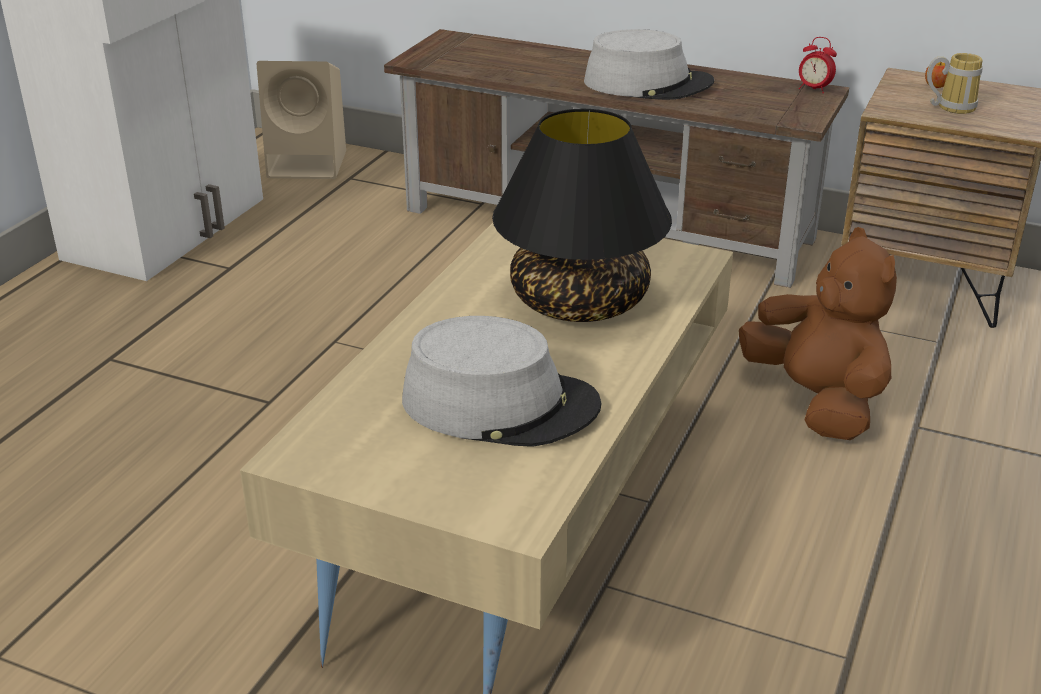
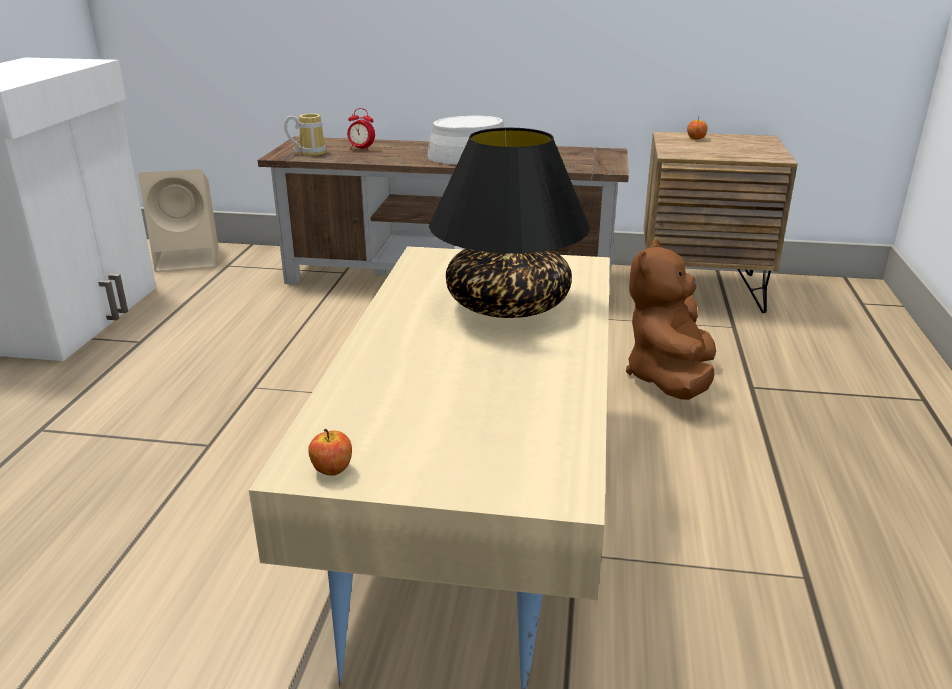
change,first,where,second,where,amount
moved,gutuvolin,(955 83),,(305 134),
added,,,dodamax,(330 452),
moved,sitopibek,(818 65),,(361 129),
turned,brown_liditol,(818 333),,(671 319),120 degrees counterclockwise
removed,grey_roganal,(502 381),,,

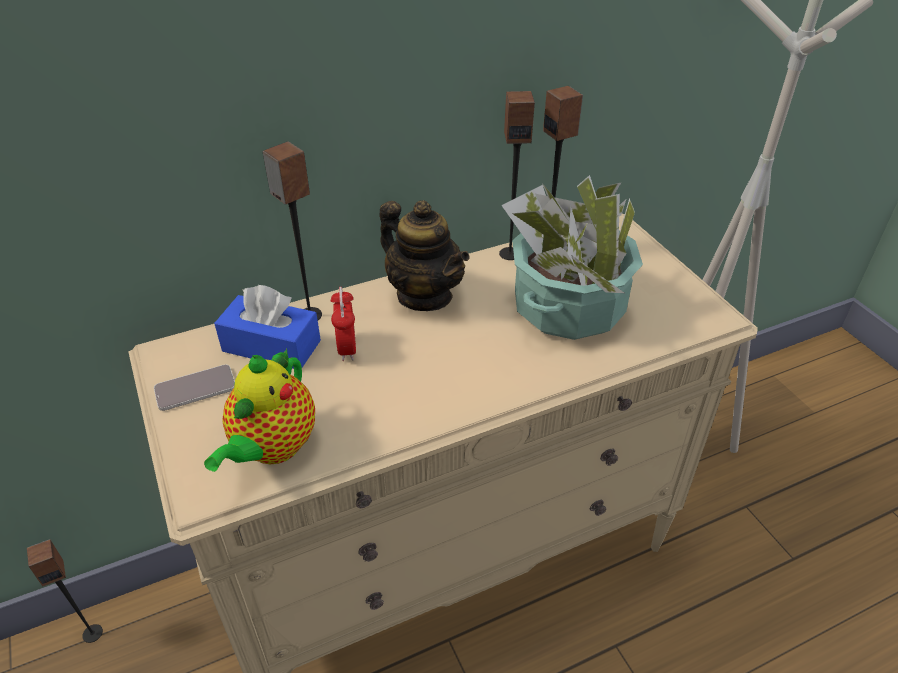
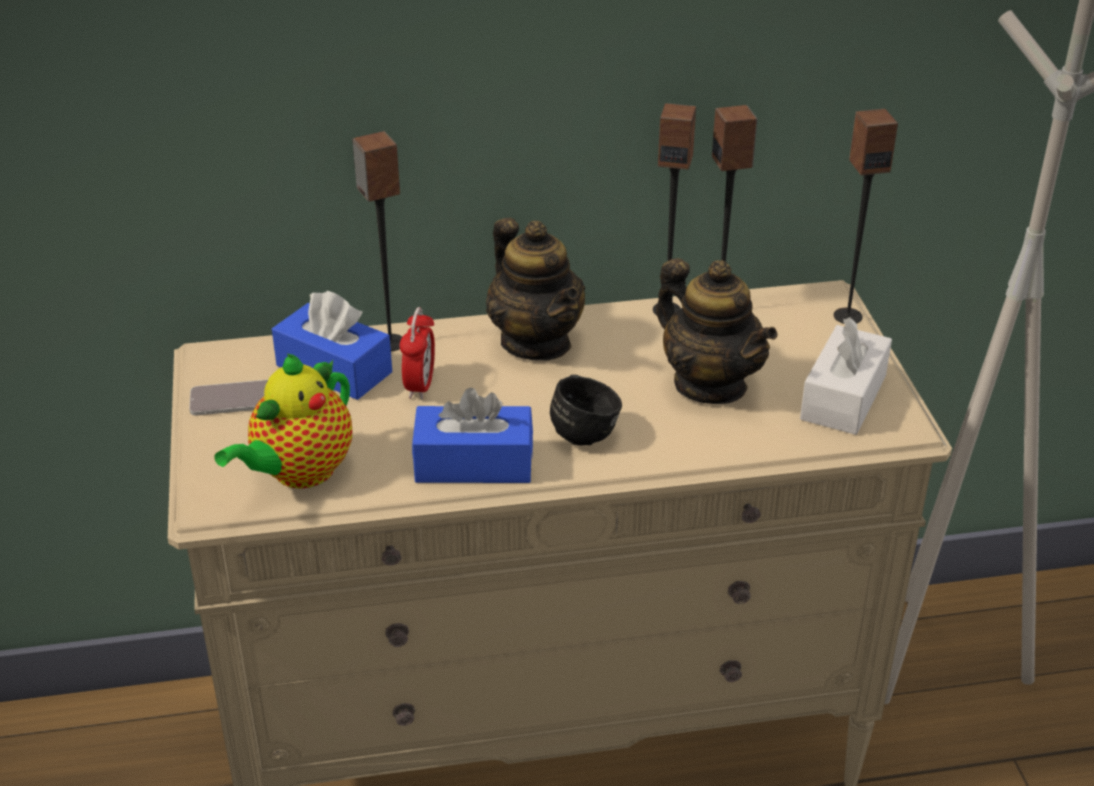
change,first,where,second,where,amount
added,,,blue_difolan,(472 435),
added,,,black_gutuvolin,(586 410),
replaced,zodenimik,(572 257),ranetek,(717 331),
added,,,white_difolan,(846 376),
moved,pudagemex,(65 591),,(866 216),

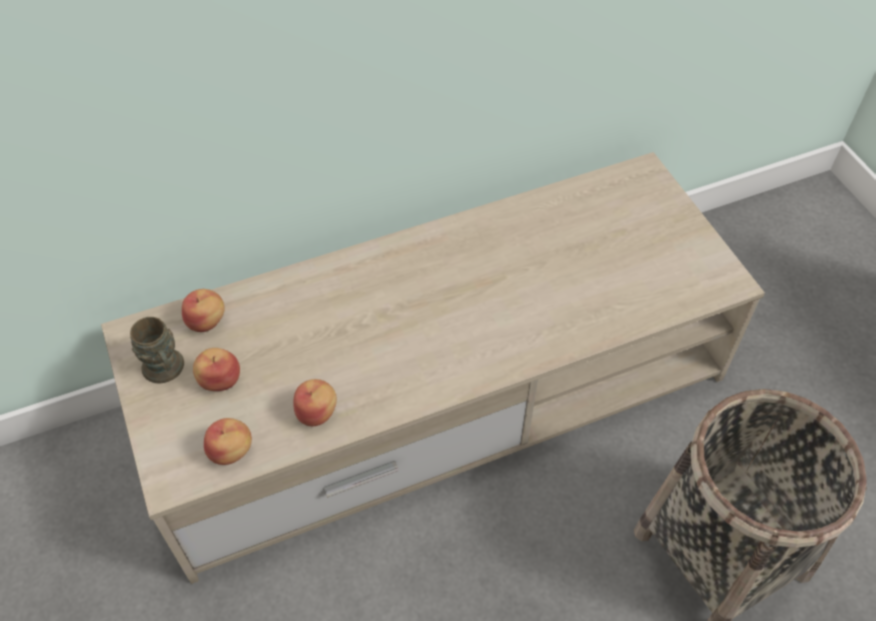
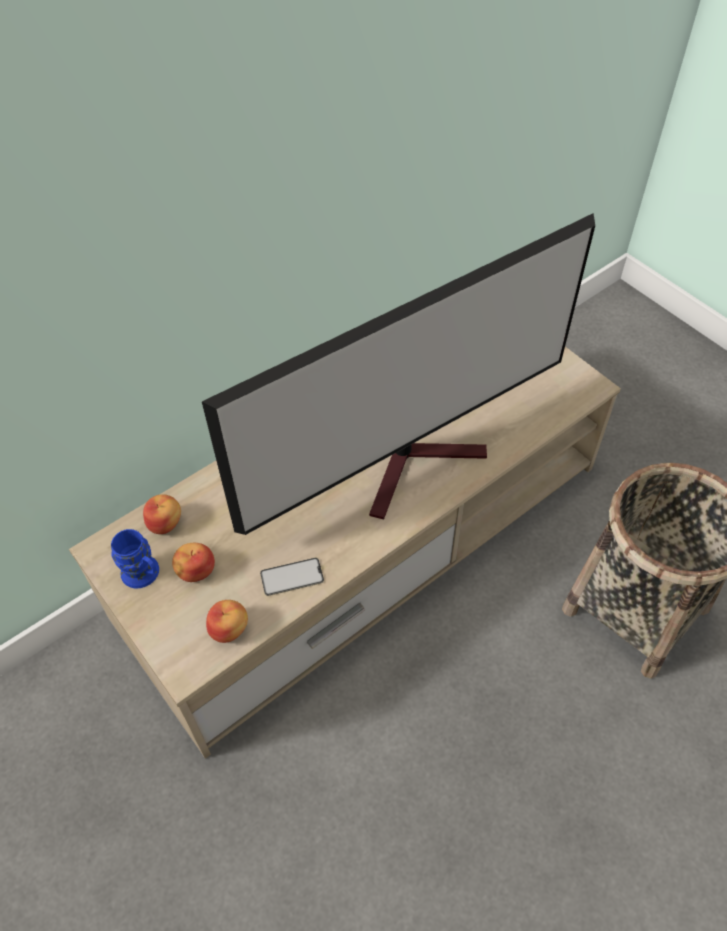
change,first,where,second,where,amount
recoloured,brown_gutuvolin,(157 350),blue_gutuvolin,(135 558),
added,,,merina,(398 374),
replaced,dodamax,(315 402),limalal,(292 577),

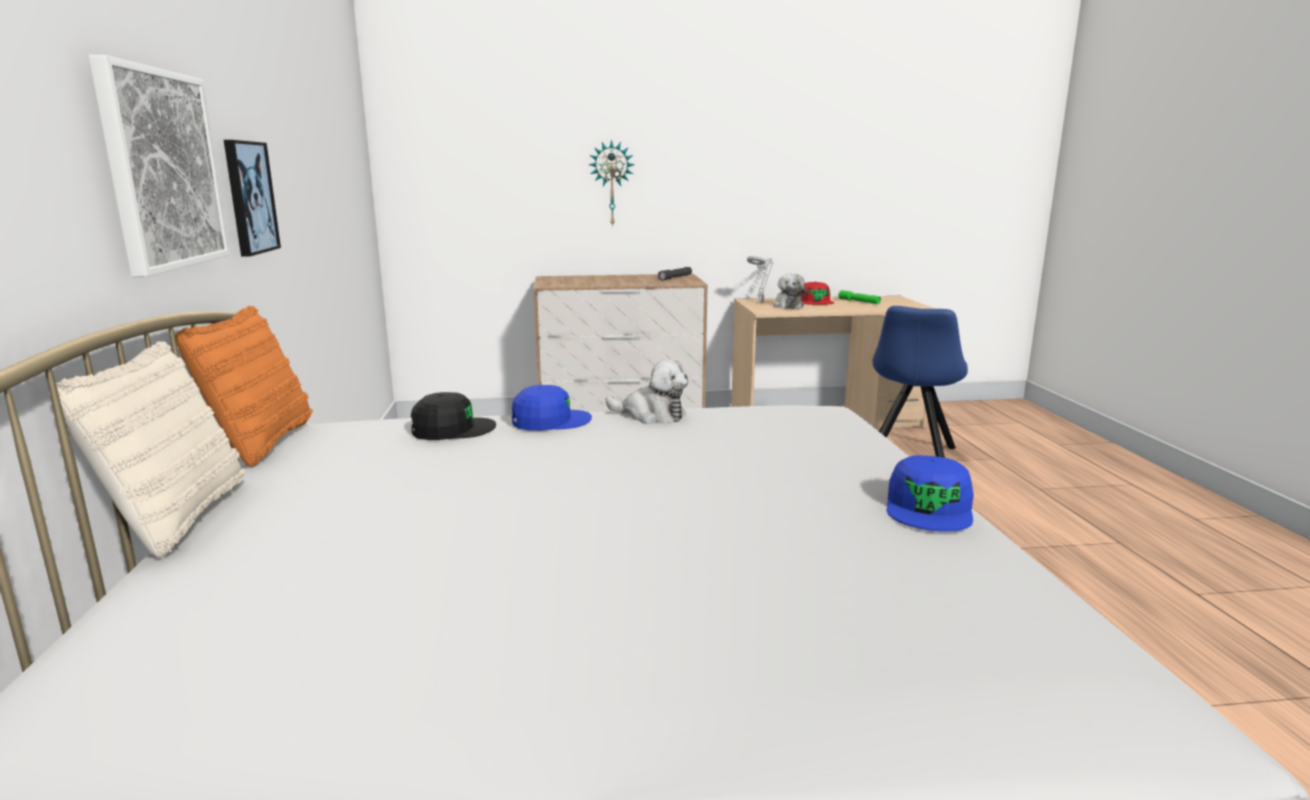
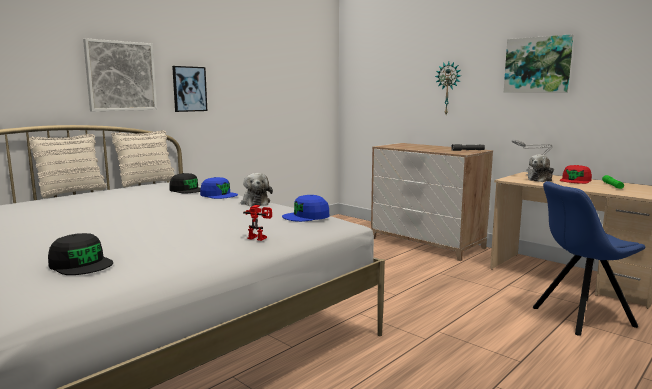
change,first,where,second,where,amount
added,,,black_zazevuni,(80 254),
recoloured,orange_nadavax,(244 386),beige_nadavax,(143 158),
added,,,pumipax,(257 223),
moved,blue_zazevuni,(930 493),,(305 208),
added,,,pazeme,(538 63),

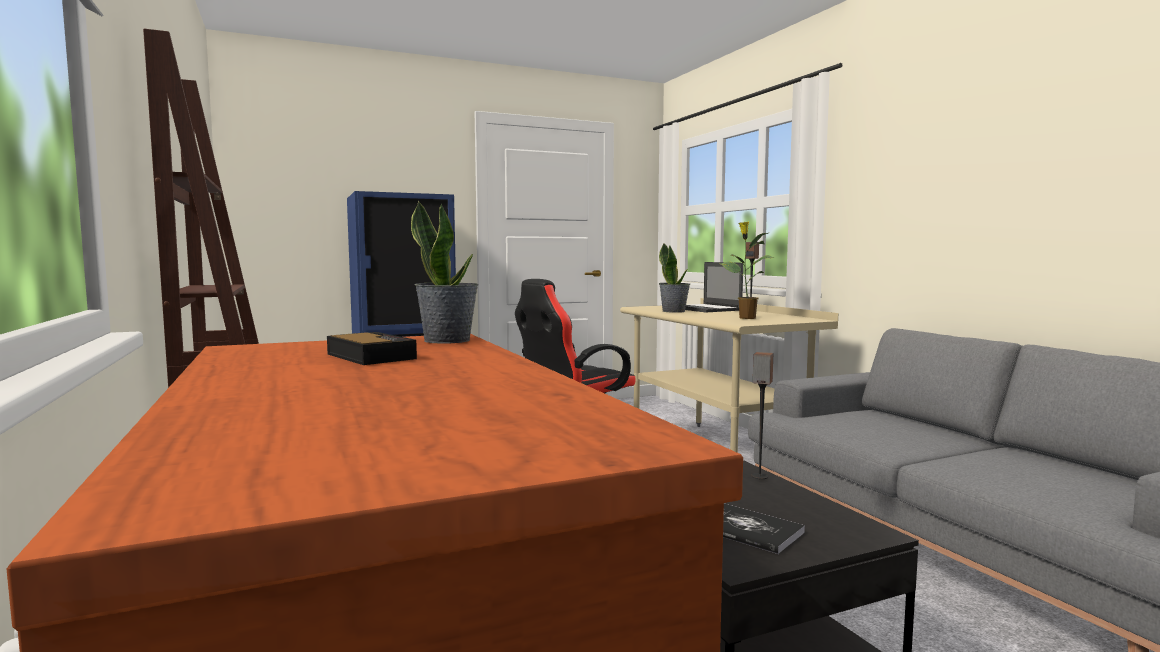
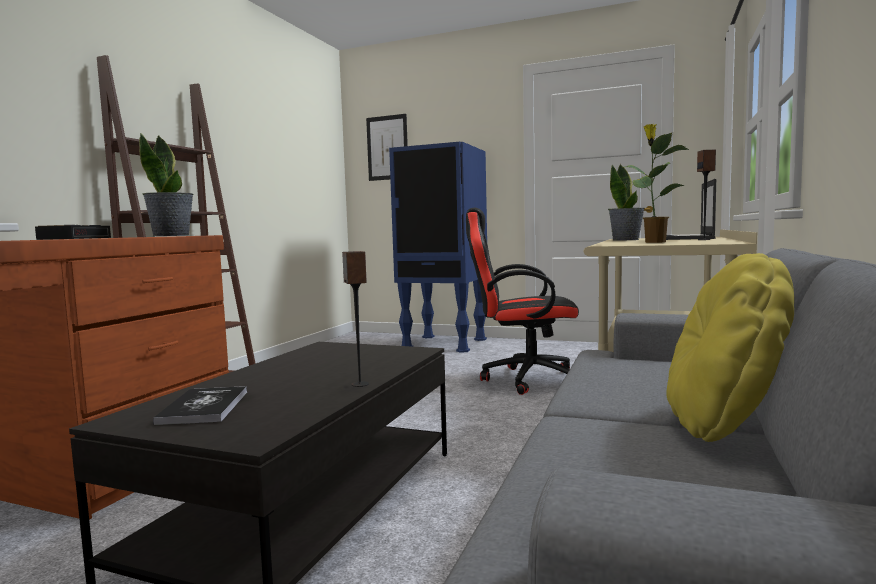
change,first,where,second,where,amount
added,,,pazeme,(387 147),
added,,,yellow_nadavax,(730 347),

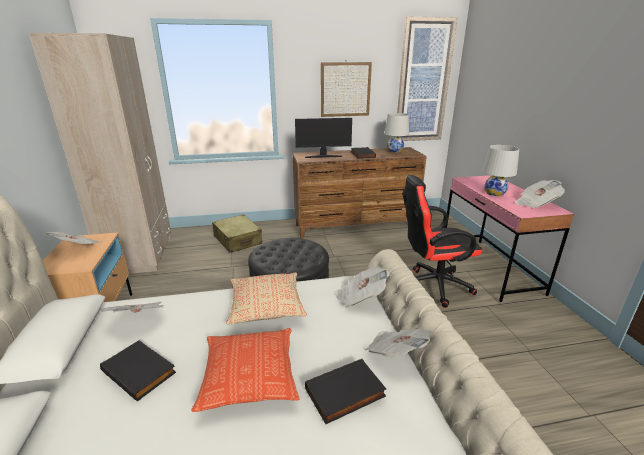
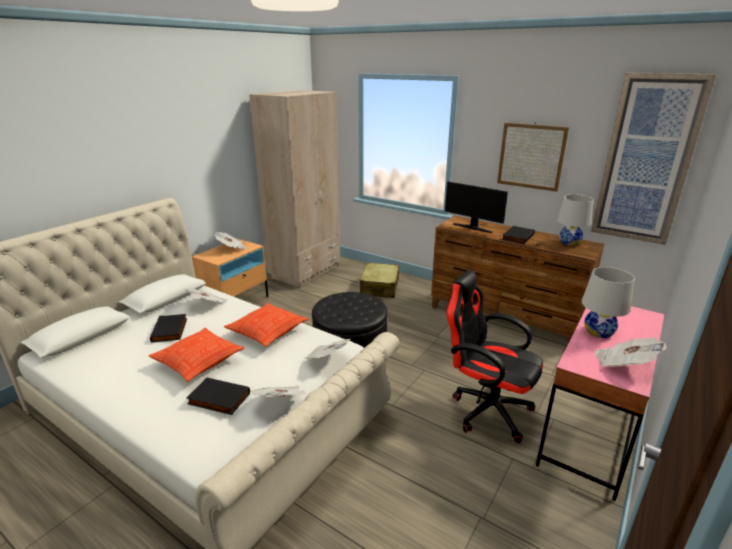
change,first,where,second,where,amount
recoloured,beige_nadavax,(266 298),orange_nadavax,(266 325),

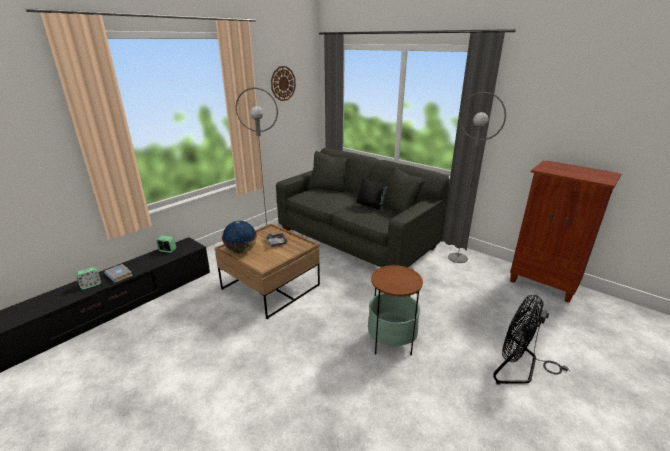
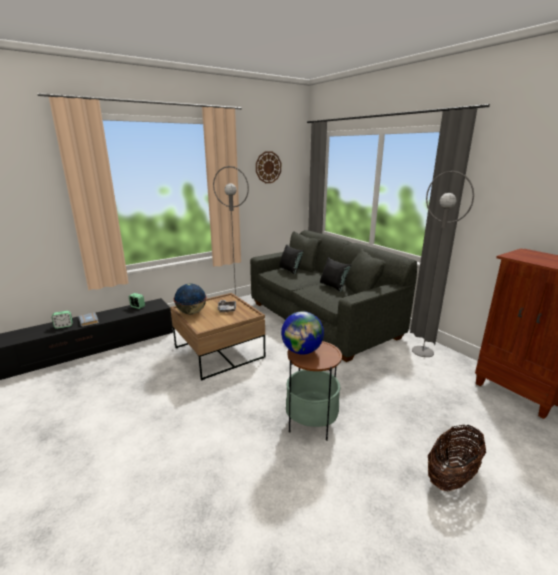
change,first,where,second,where,amount
added,,,black_nadavax,(291 259),
added,,,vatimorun,(302 332),
replaced,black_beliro,(531 340),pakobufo,(457 457),

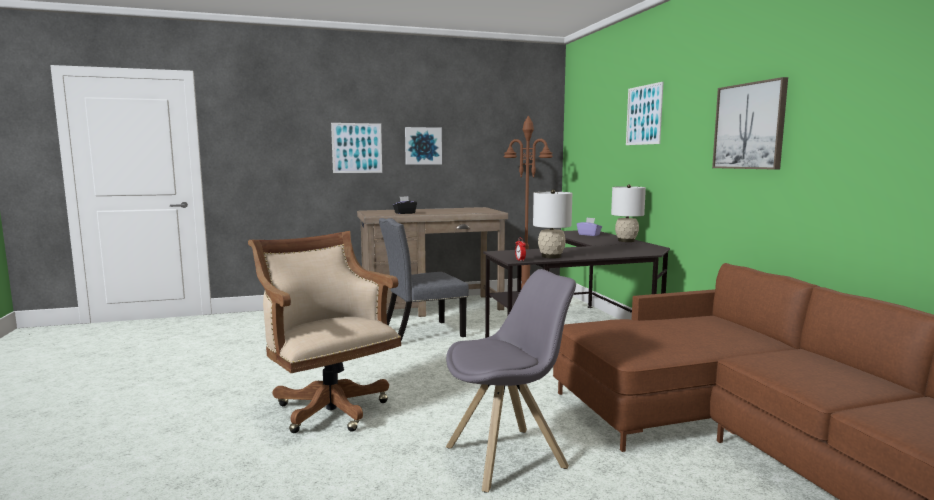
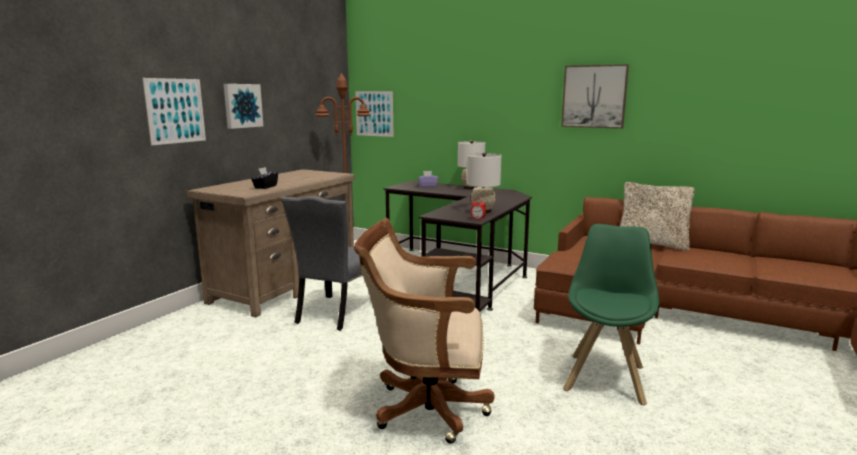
change,first,where,second,where,amount
moved,pazeme,(644 113),,(374 114),
recoloured,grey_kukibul,(511 381),green_kukibul,(611 314),
added,,,beige_nadavax,(657 216),

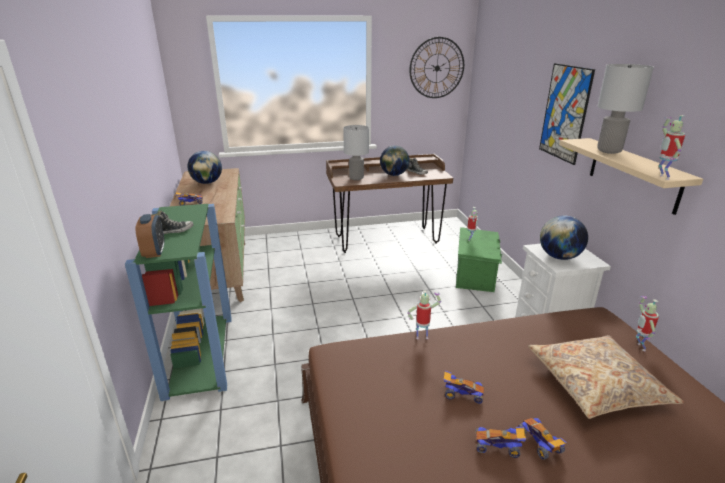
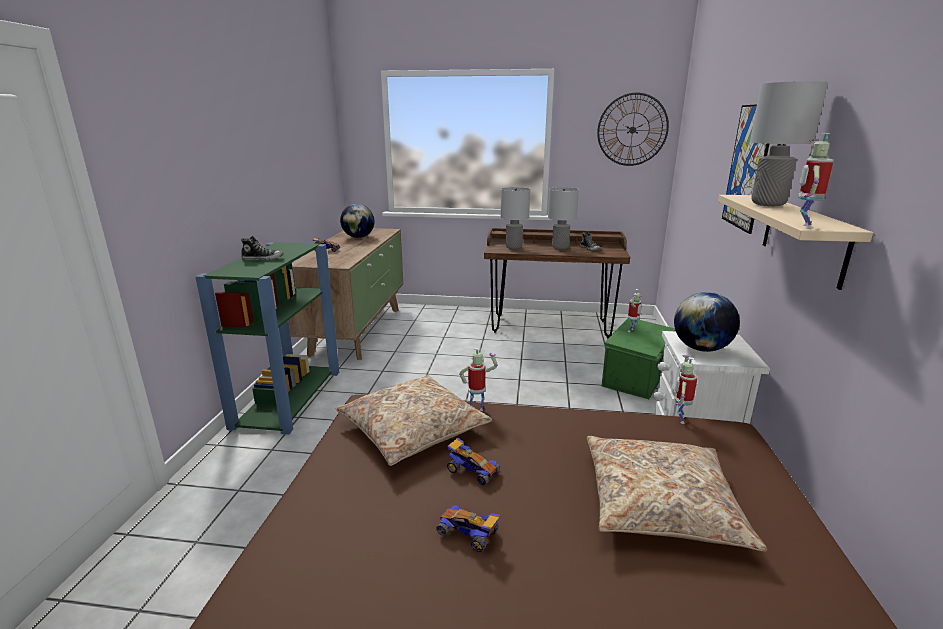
change,first,where,second,where,amount
added,,,beige_nadavax,(413 420),
replaced,vatimorun,(395 160),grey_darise,(563 218),
moved,pumipax,(647 323),,(685 389),
removed,sitopibek,(150 236),,,
removed,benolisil,(542 439),,,

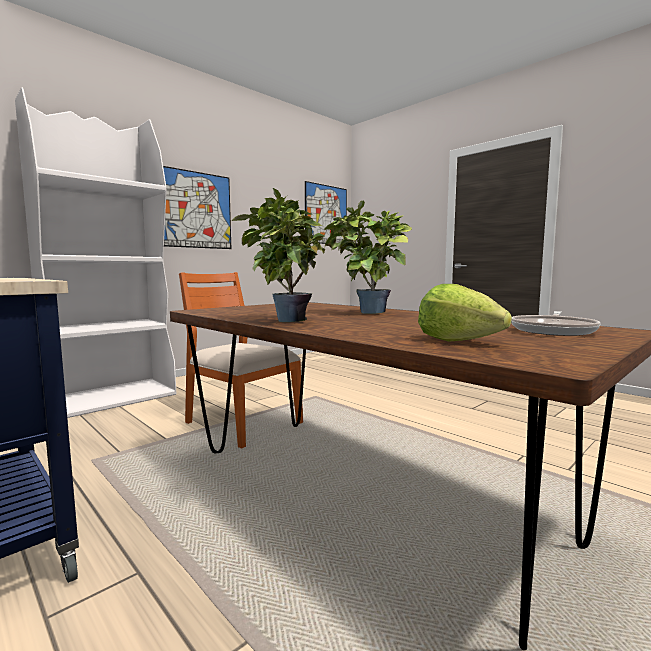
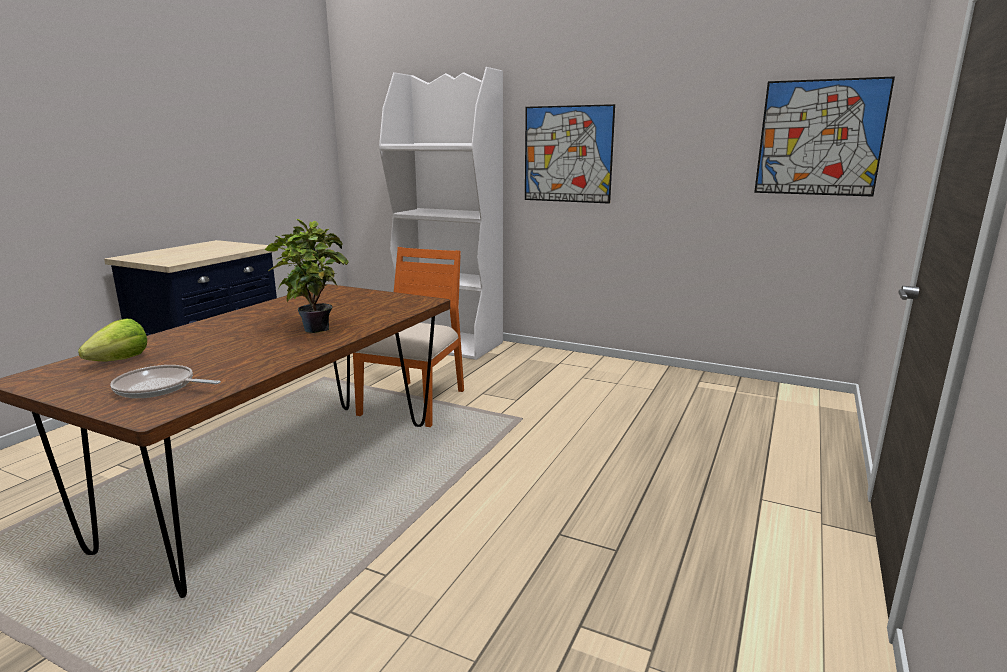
change,first,where,second,where,amount
removed,zodenimik,(278 255),,,

